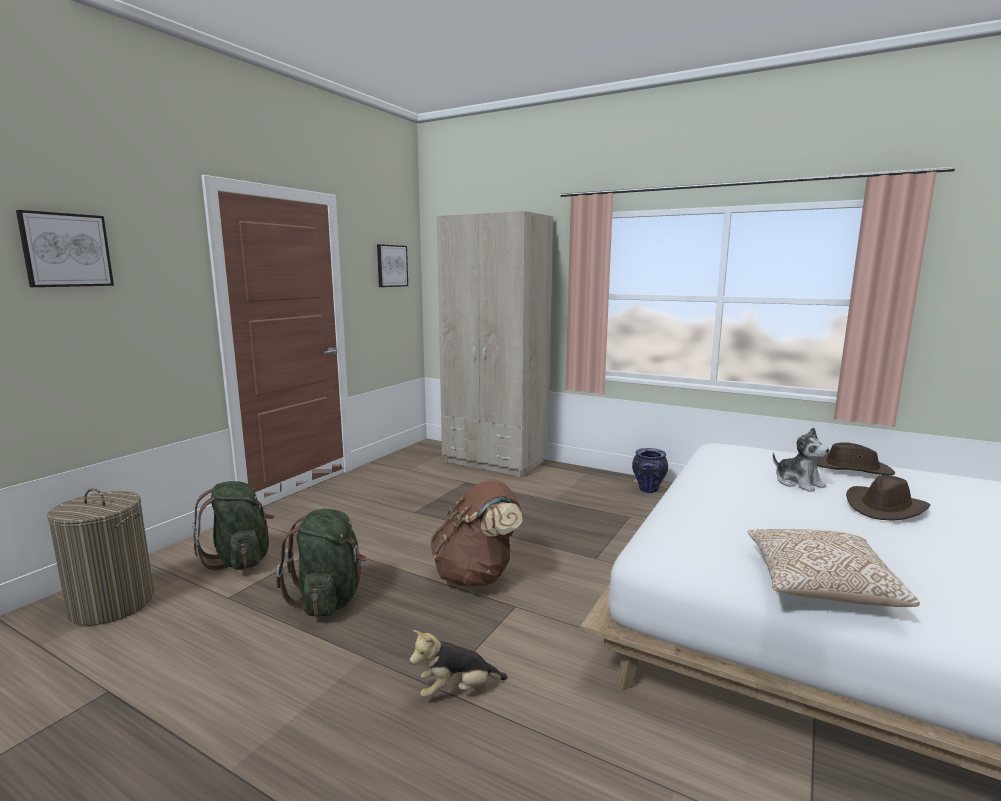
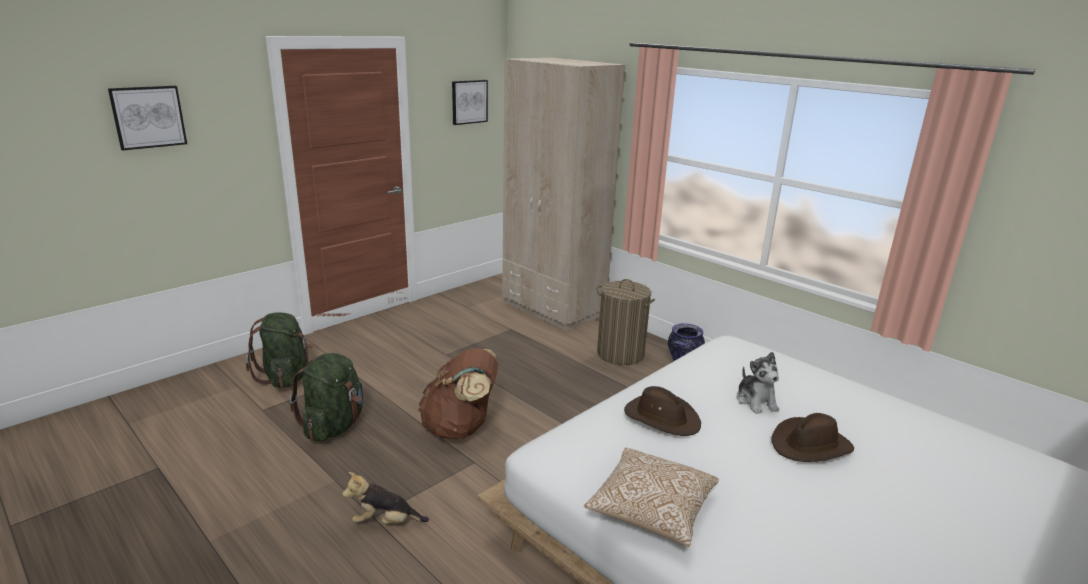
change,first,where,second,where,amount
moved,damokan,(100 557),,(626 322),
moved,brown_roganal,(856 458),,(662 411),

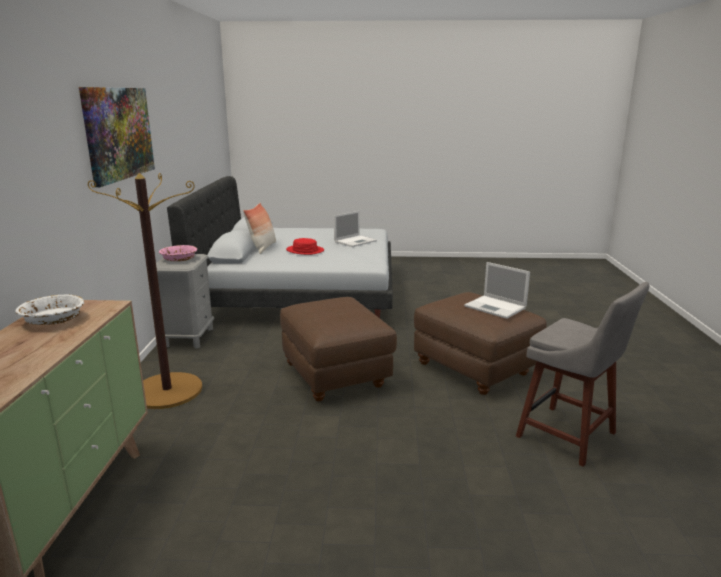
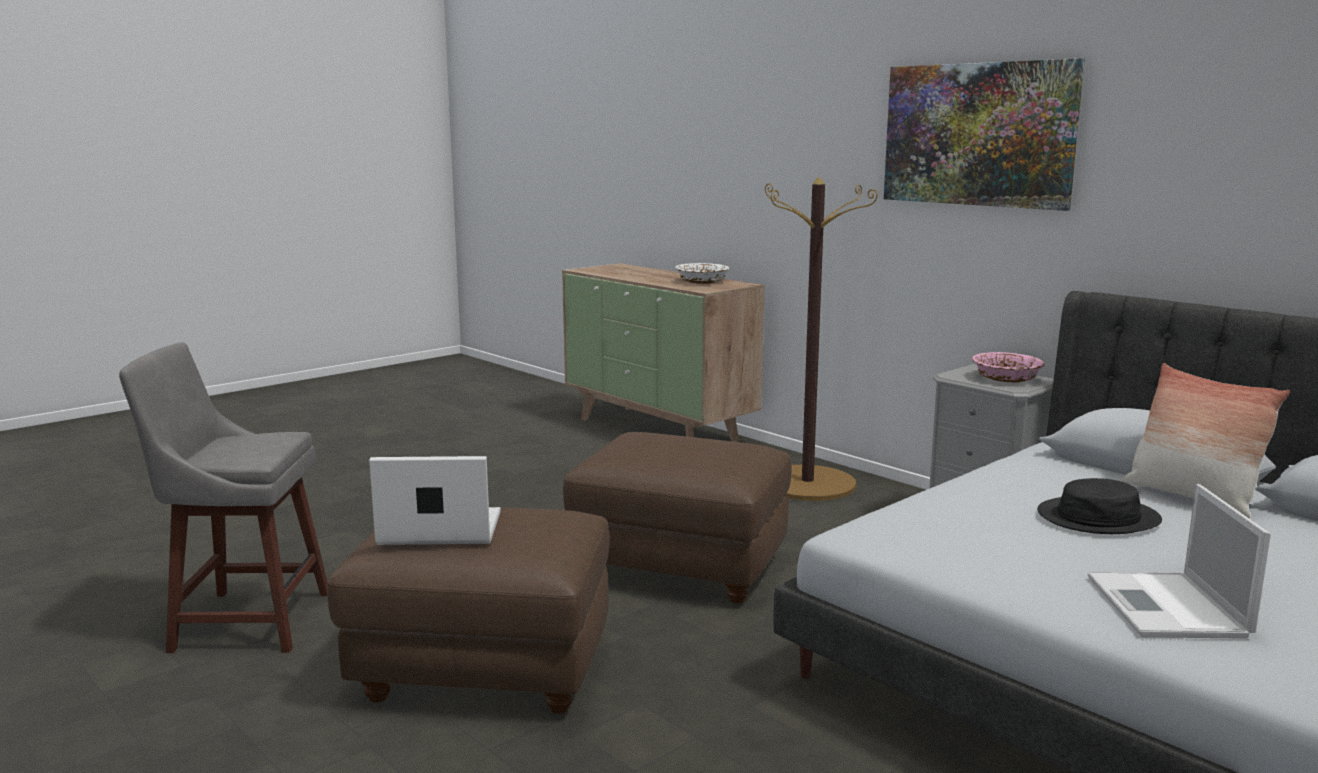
change,first,where,second,where,amount
recoloured,red_roganal,(305 246),black_roganal,(1099 506),

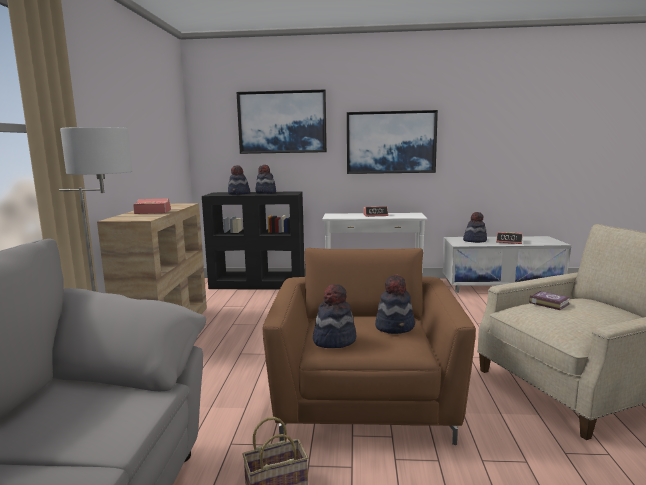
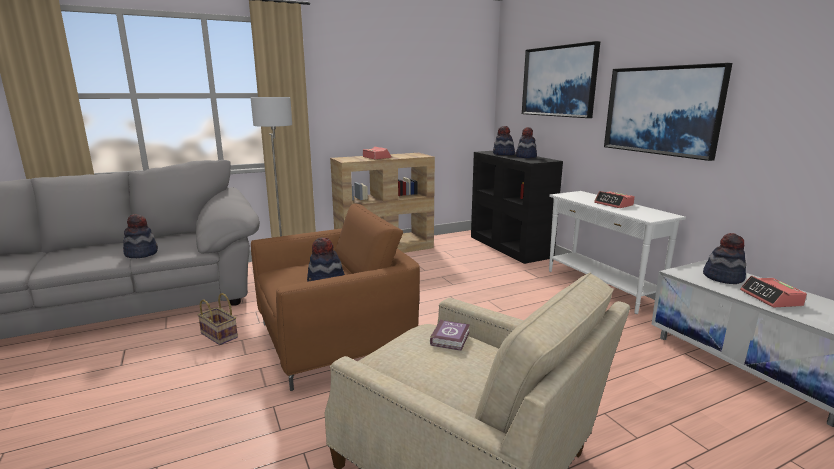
change,first,where,second,where,amount
moved,roganal,(334 316),,(140 236),

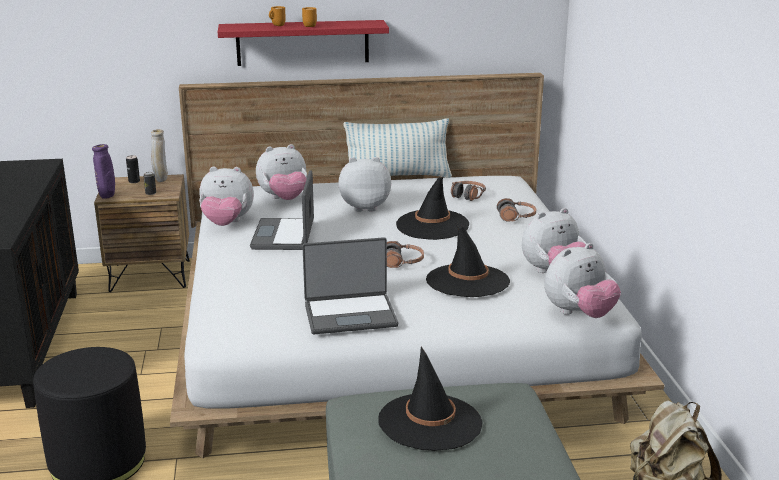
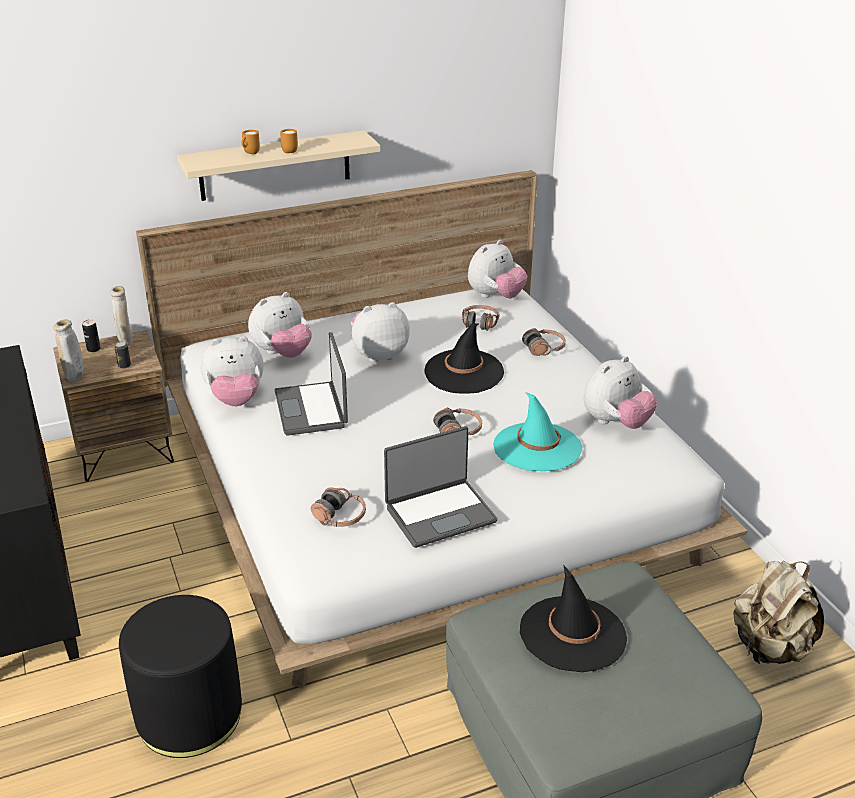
change,first,where,second,where,amount
recoloured,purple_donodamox,(103 171),beige_donodamox,(68 350),
recoloured,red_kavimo,(303 43),beige_kavimo,(279 165),
added,,,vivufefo,(338 507),
moved,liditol,(582 280),,(497 269),
recoloured,black_roganal,(468 259),turquoise_roganal,(537 431),
removed,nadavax,(398 148),,,

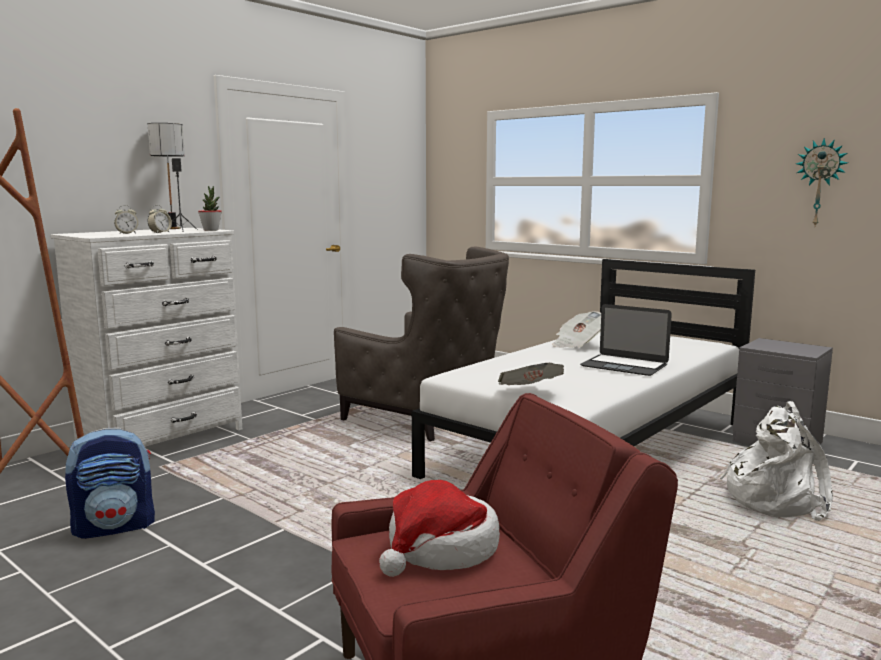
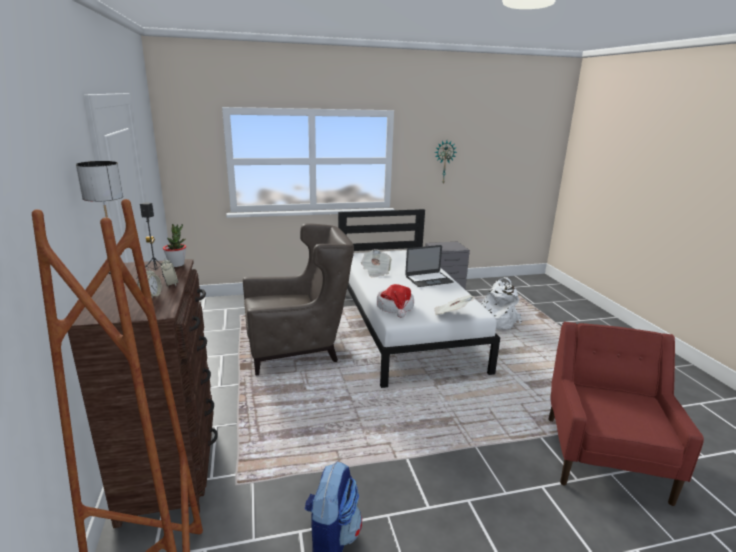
change,first,where,second,where,amount
recoloured,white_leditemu,(146 337),brown_leditemu,(143 393),
moved,roganal,(439 528),,(395 301),

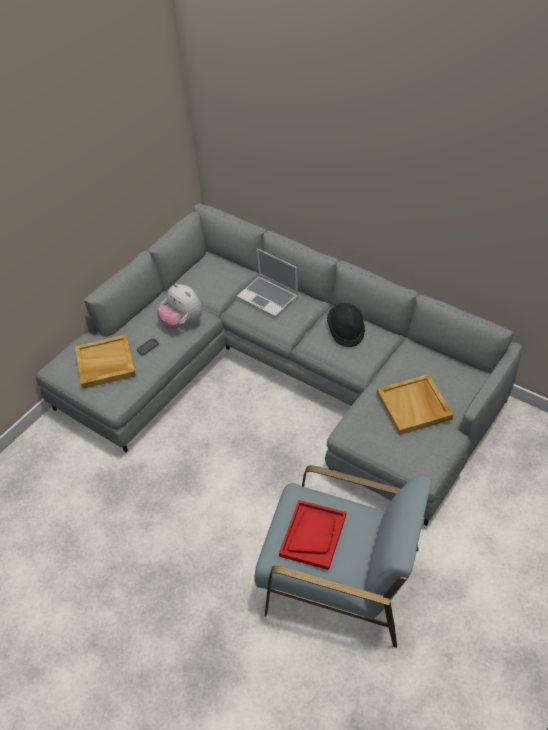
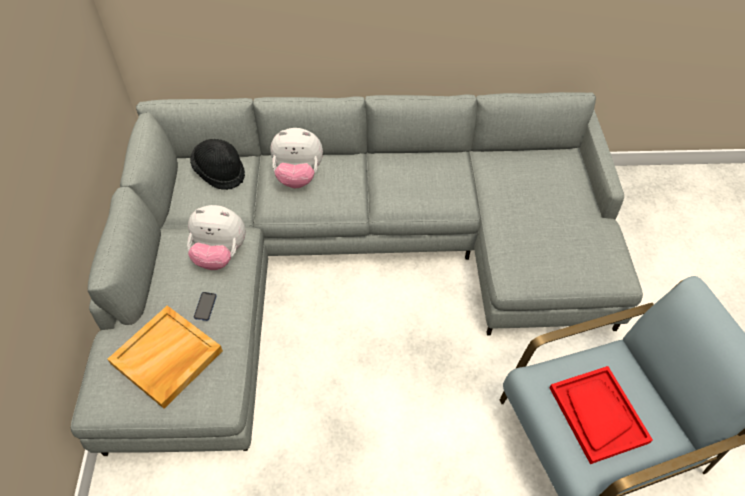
change,first,where,second,where,amount
moved,black_roganal,(346 325),,(217 164),
replaced,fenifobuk,(267 282),liditol,(296 158),
removed,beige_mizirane,(415 404),,,

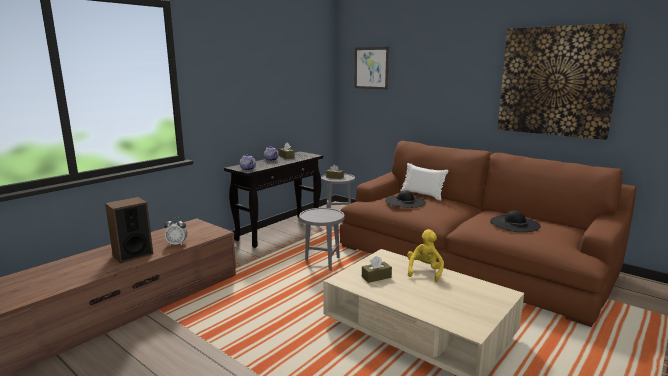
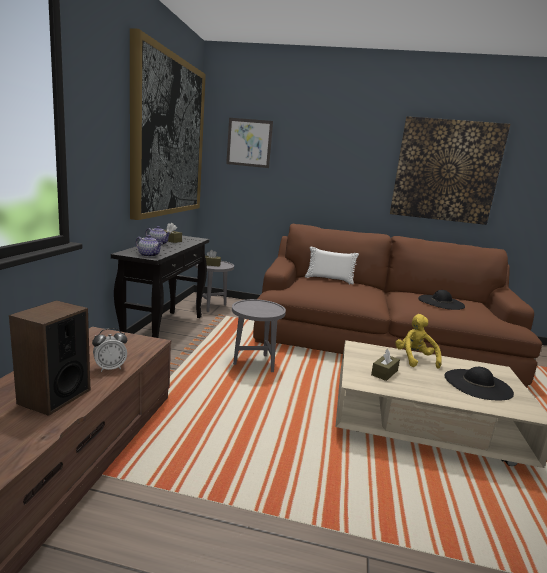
change,first,where,second,where,amount
added,,,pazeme,(168 124),
moved,black_roganal,(405 199),,(479 383),

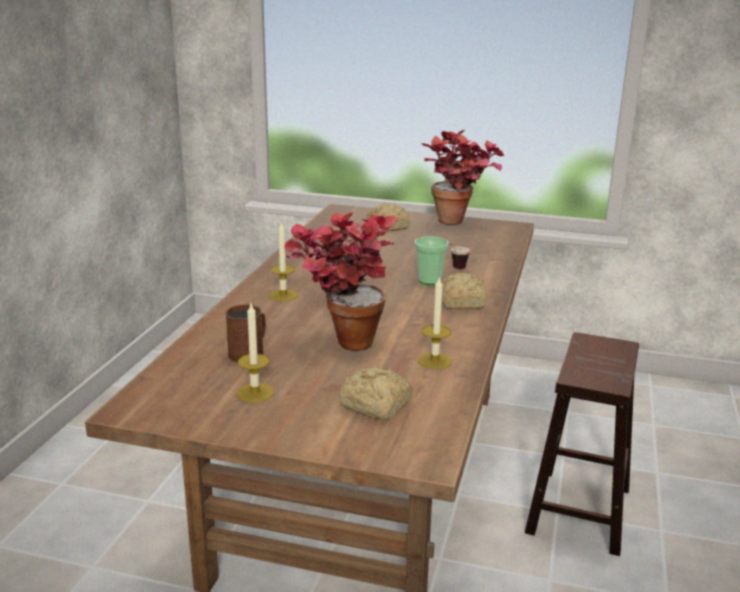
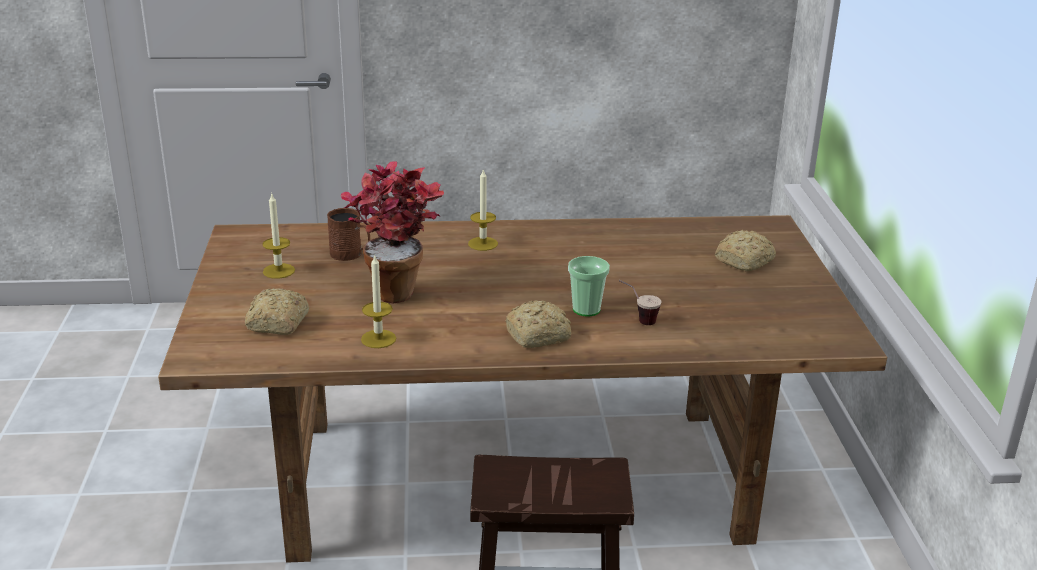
change,first,where,second,where,amount
removed,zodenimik,(462 177),,,

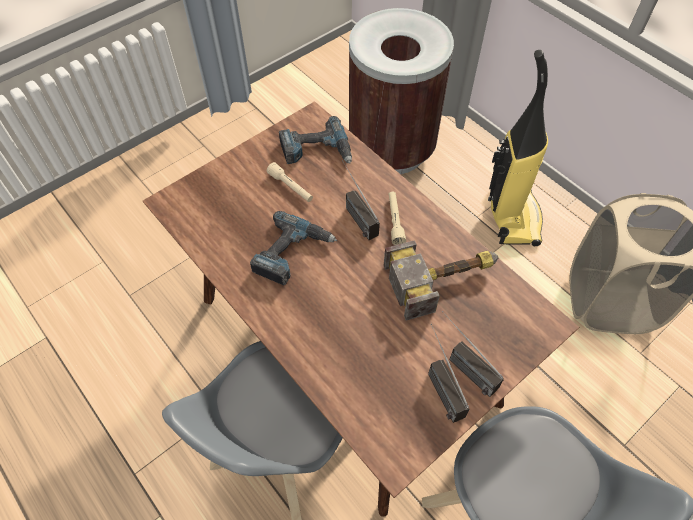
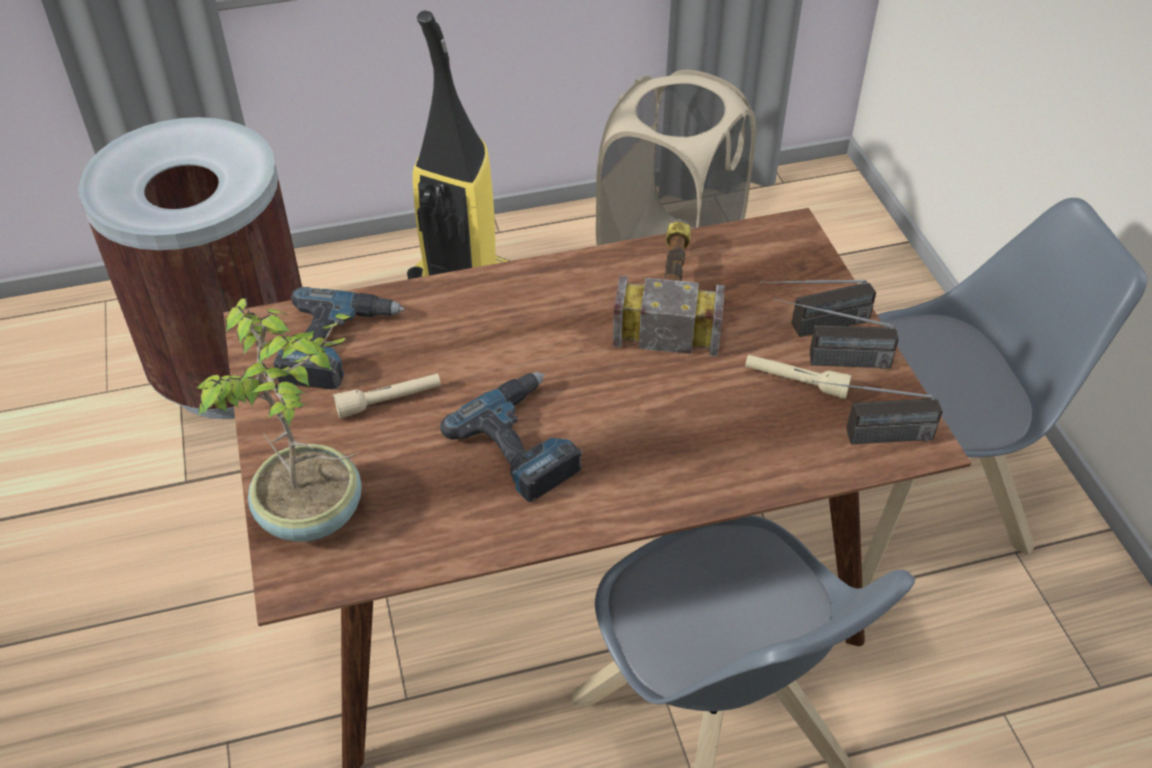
change,first,where,second,where,amount
added,,,zodenimik,(279 420),
moved,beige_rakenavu,(397 218),,(798 376),
moved,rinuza,(361 200),,(877 412),

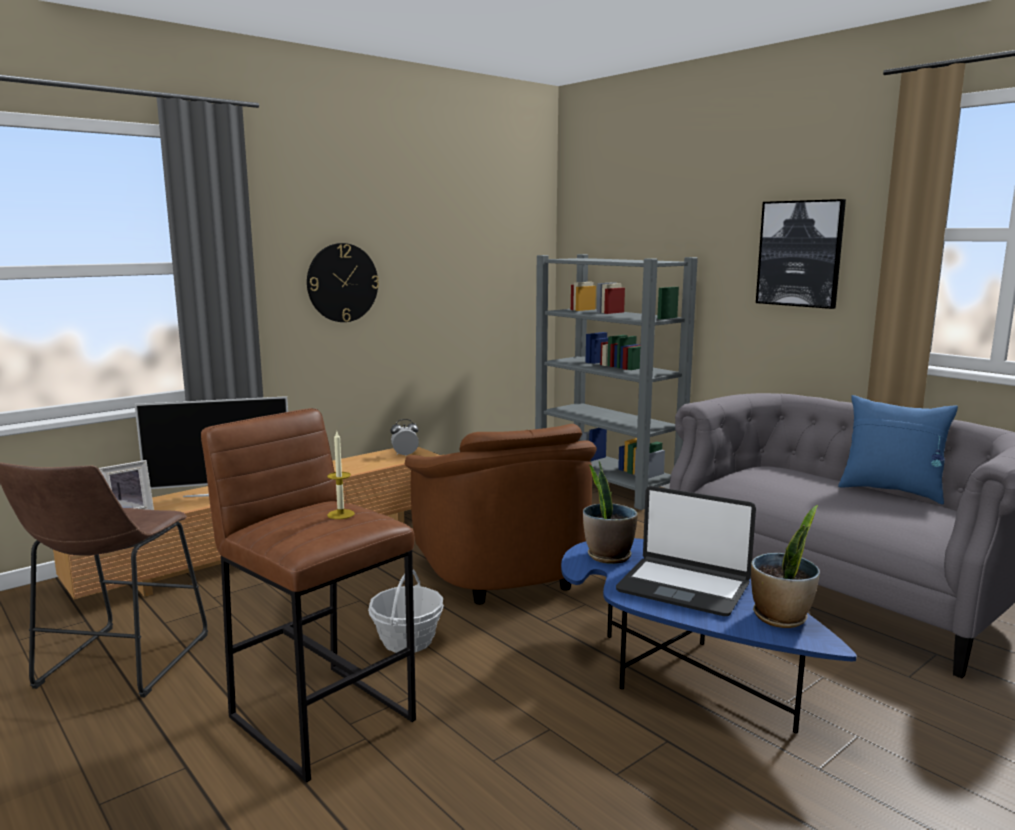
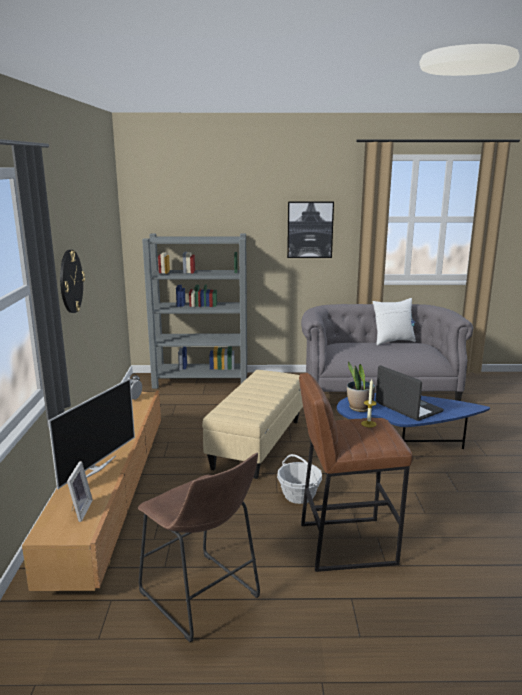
change,first,where,second,where,amount
replaced,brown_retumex,(501 514),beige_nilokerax,(252 424),
recoloured,blue_nadavax,(898 450),white_nadavax,(394 321),
turned,fenifobuk,(686 551),,(410 393),105 degrees counterclockwise
removed,zodenimik,(785 566),,,

